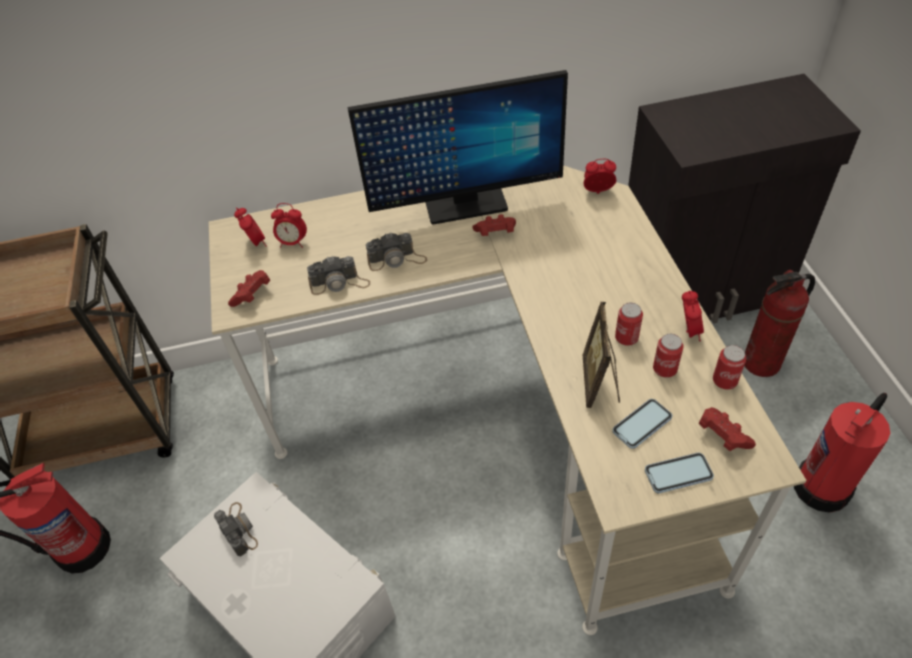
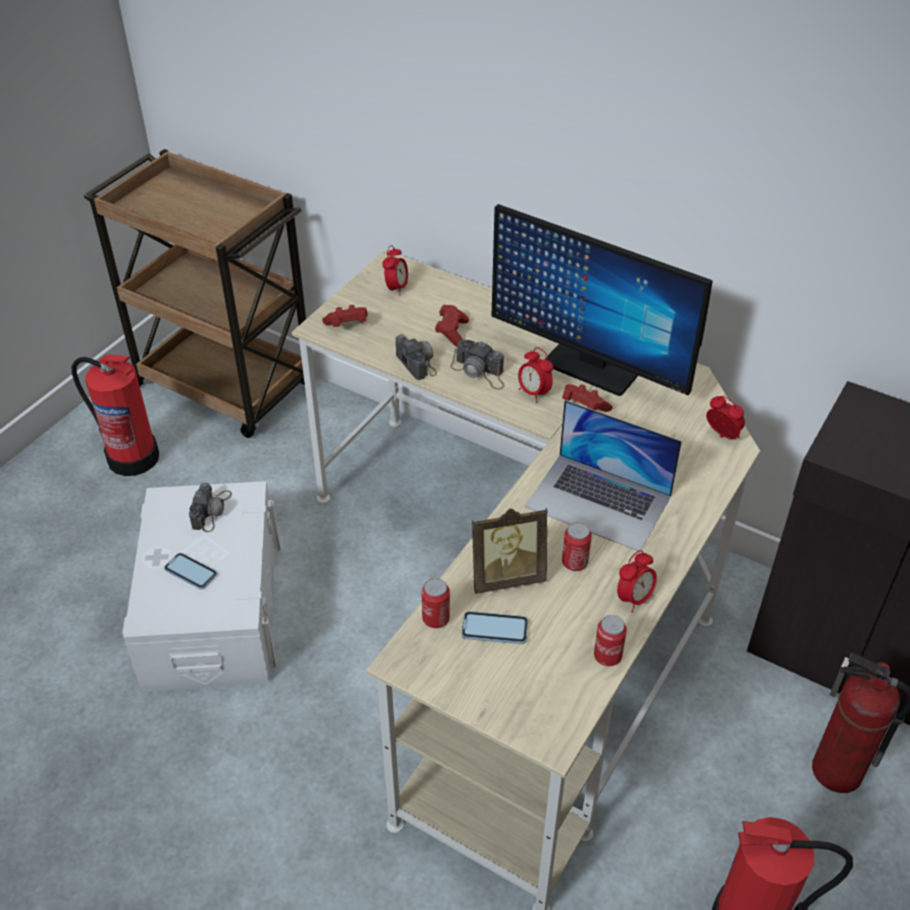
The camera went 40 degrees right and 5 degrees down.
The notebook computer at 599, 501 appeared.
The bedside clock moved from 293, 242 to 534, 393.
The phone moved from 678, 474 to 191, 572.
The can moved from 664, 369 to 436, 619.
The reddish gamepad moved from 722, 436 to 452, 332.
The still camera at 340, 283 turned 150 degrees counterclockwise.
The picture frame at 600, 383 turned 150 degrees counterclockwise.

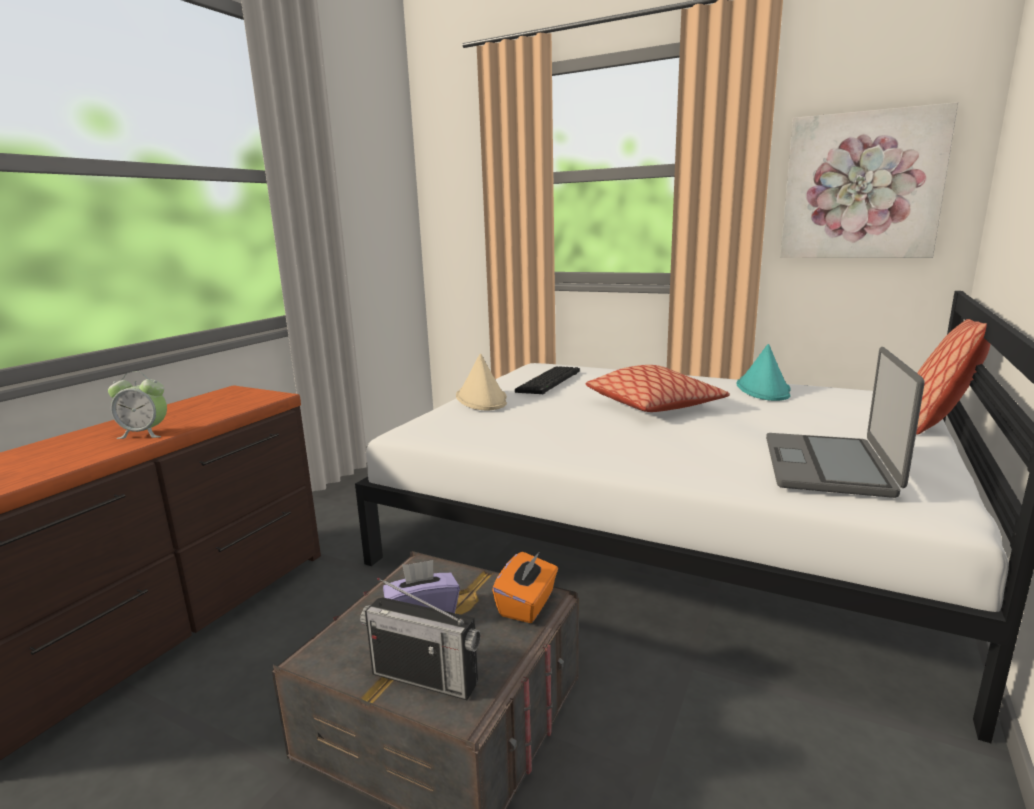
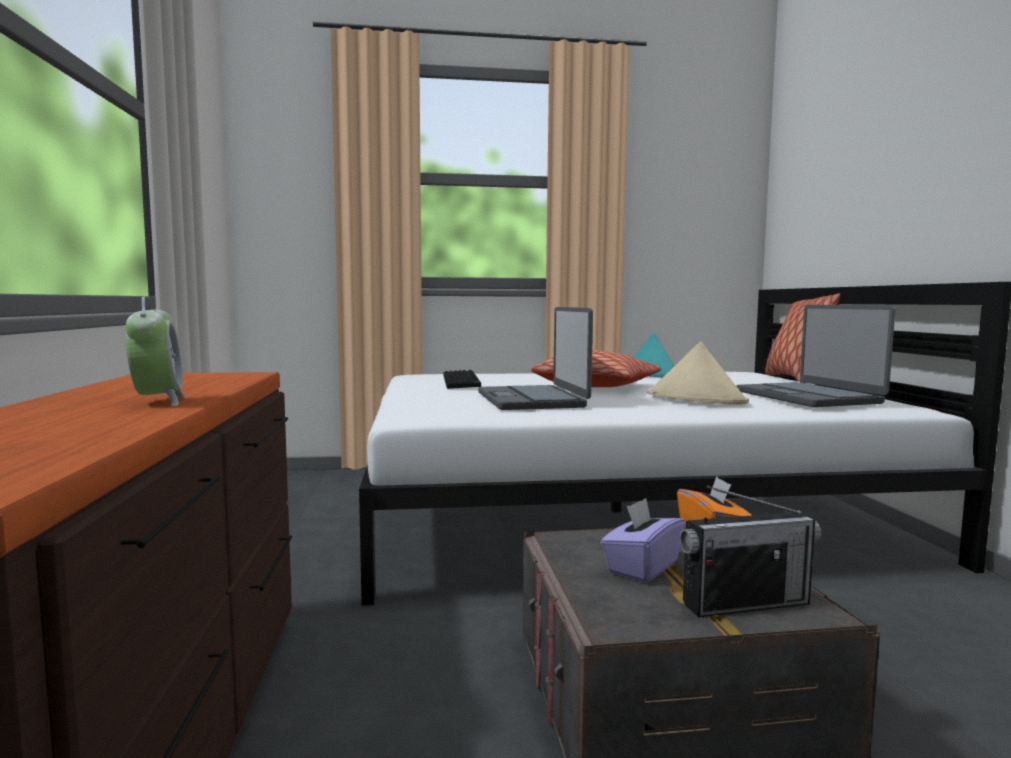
The camera went 35 degrees left and 10 degrees down.
The picture at 861, 186 disappeared.
The notebook computer at 532, 400 appeared.
The beige clothing hat moved from 481, 399 to 696, 399.
The bedside clock at 145, 434 turned 75 degrees counterclockwise.

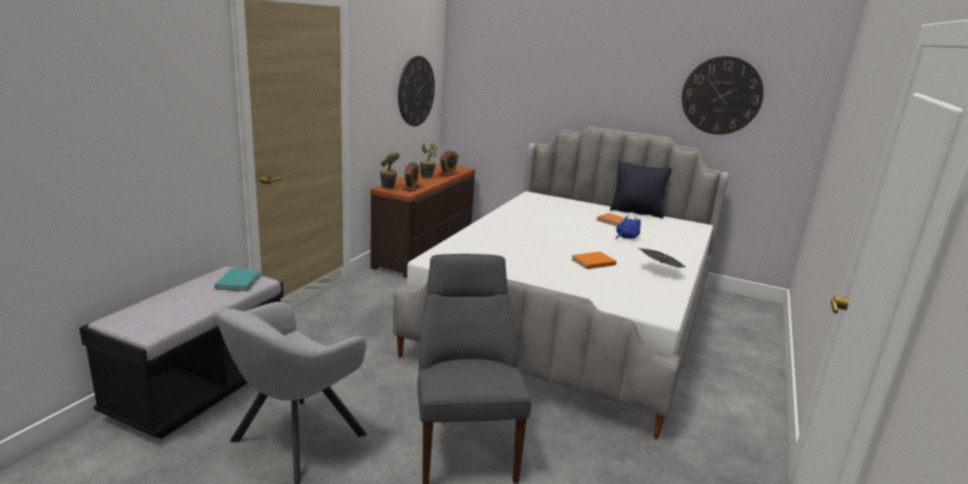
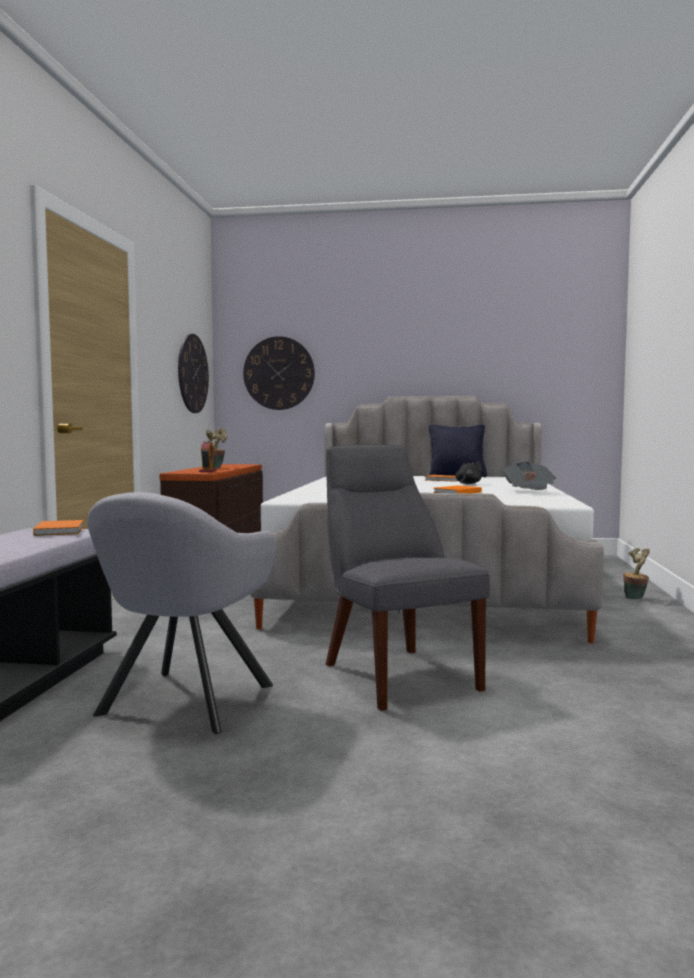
The camera went 15 degrees left and 15 degrees down.
The bedside clock at 448, 174 disappeared.
The potted plant moved from 388, 187 to 636, 598.
The clock on the wall moved from 721, 95 to 279, 373.
The turquoise-coloured bound book at 240, 281 became the orange bound book at 60, 530.
The bluish cuddly toy at 626, 237 became the blackish cuddly toy at 468, 484.

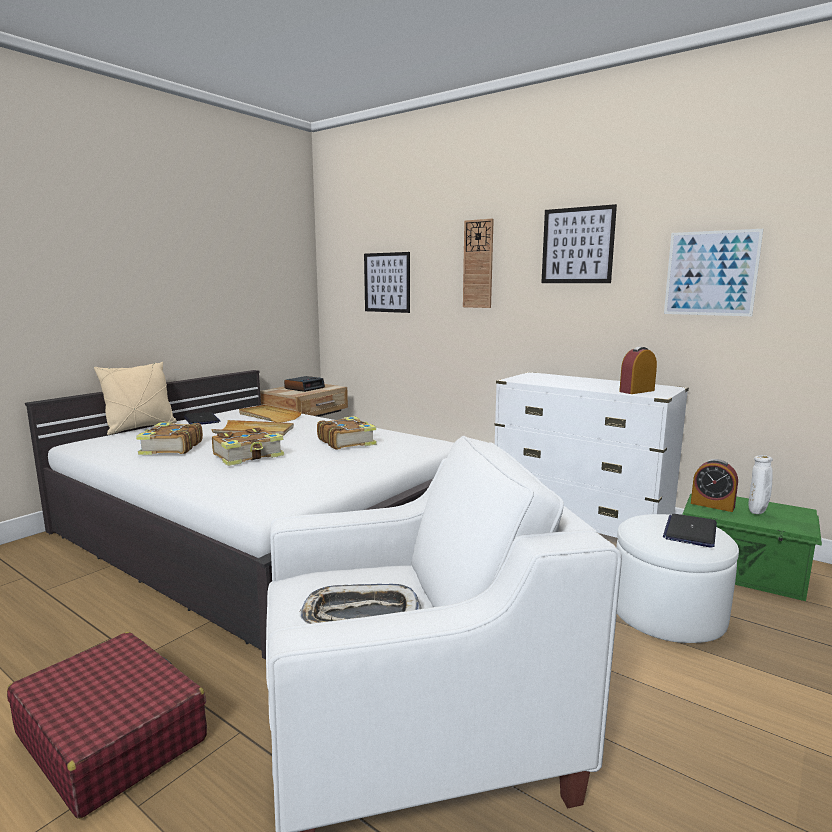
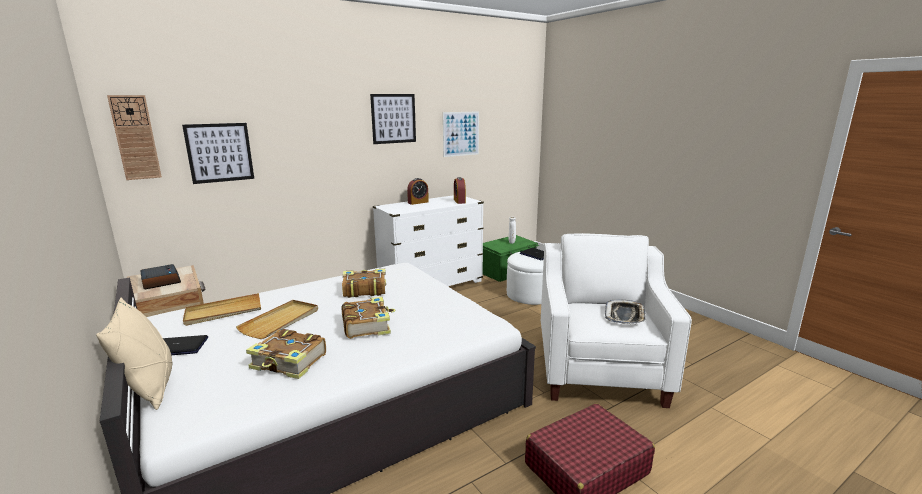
The camera went 70 degrees left and 5 degrees up.
The clock on the wall moved from 478, 264 to 135, 137.
The bedside clock moved from 712, 505 to 418, 202.

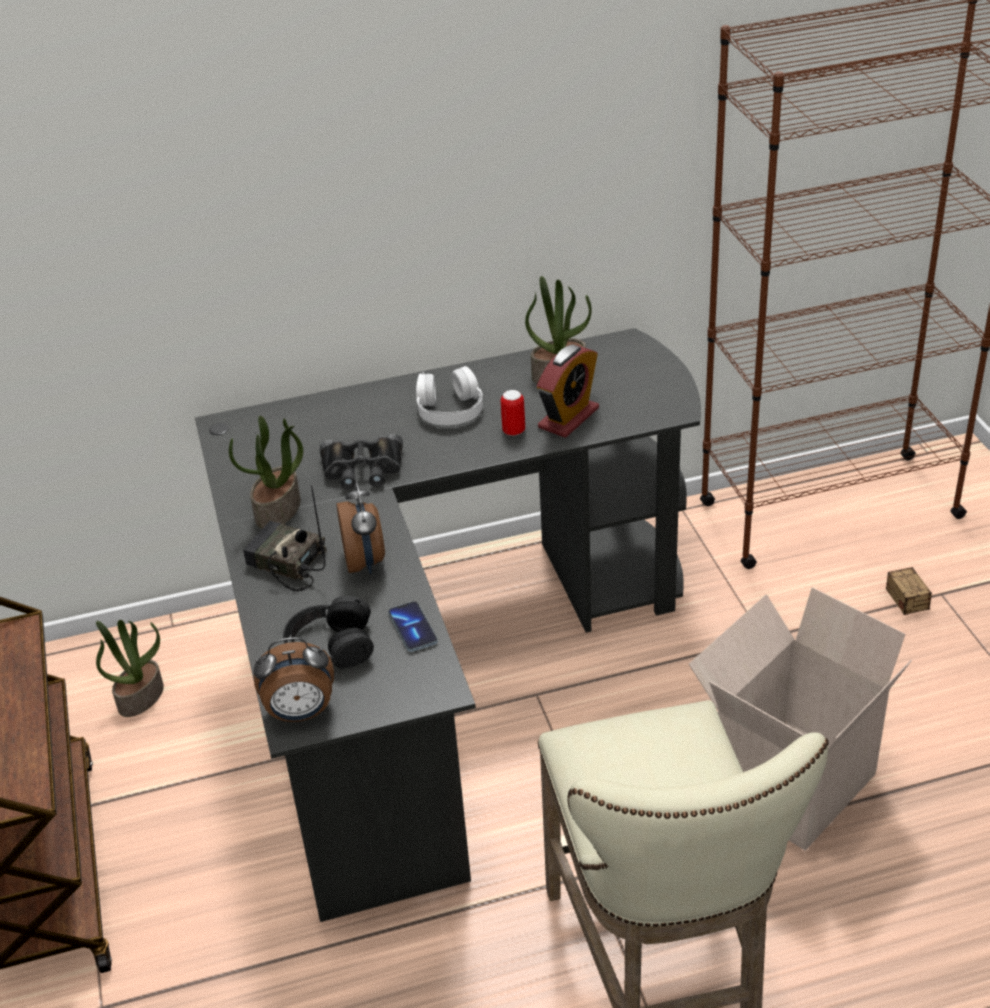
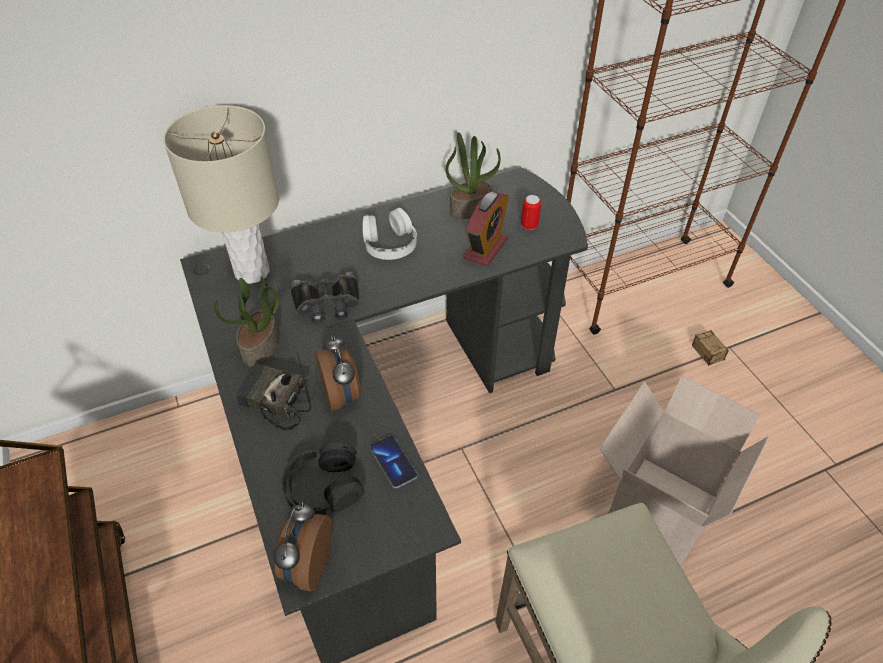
The camera went 10 degrees left and 10 degrees up.
The potted plant at 140, 697 disappeared.
The beige tabletop lamp at 252, 271 appeared.
The can moved from 514, 431 to 529, 225.
The bedside clock at 300, 713 turned 120 degrees clockwise.

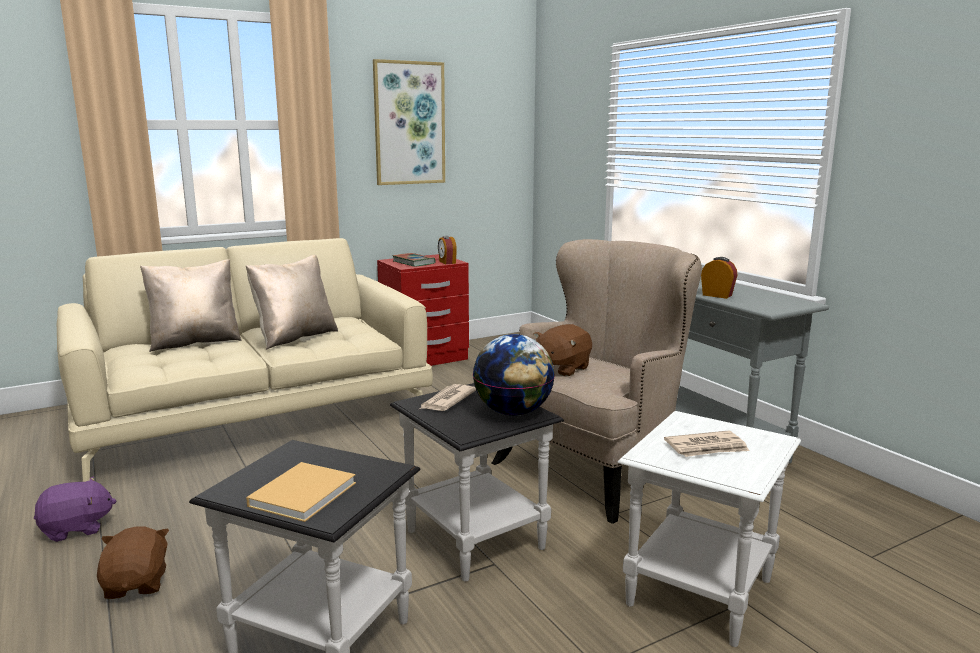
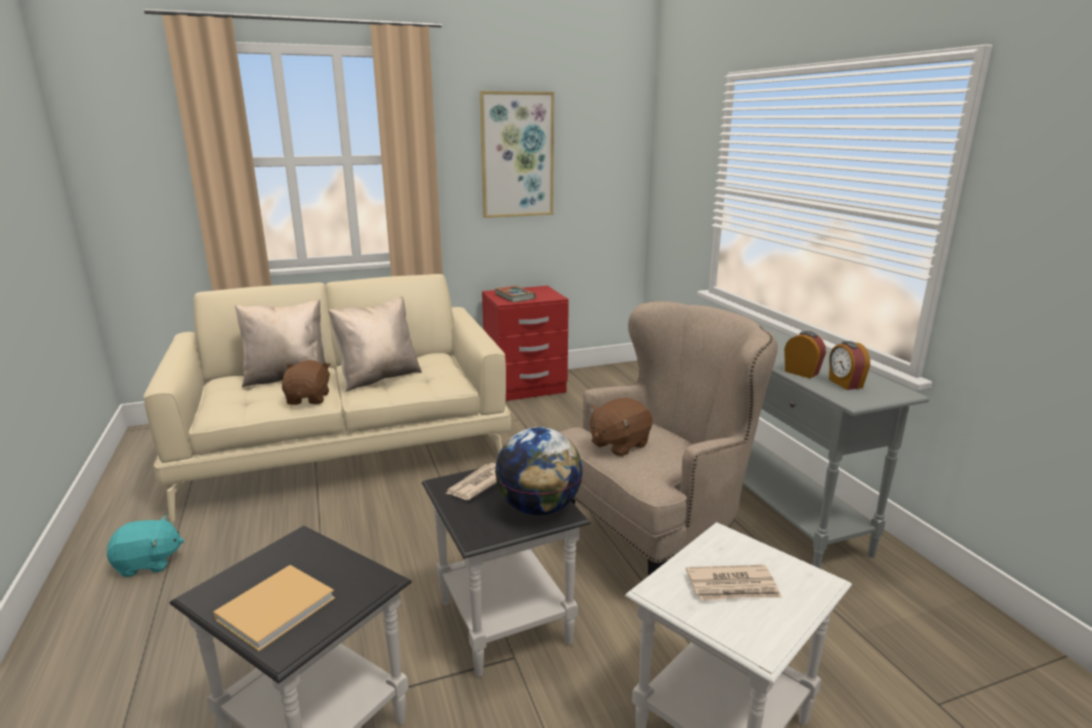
The camera went 10 degrees right and 5 degrees up.
The brownish cuddly toy moved from 137, 584 to 309, 399.
The bedside clock moved from 447, 262 to 844, 384.
The purplish cuddly toy at 76, 528 became the turquoise-coloured cuddly toy at 148, 563.

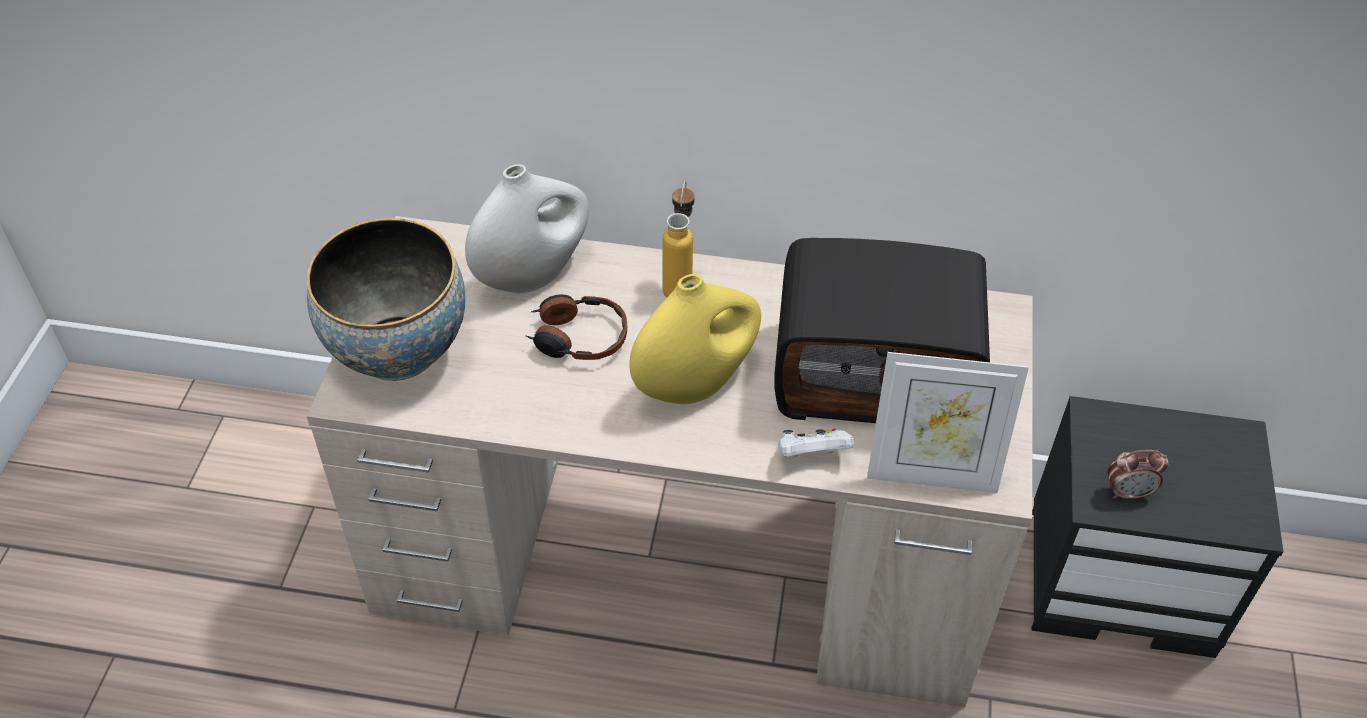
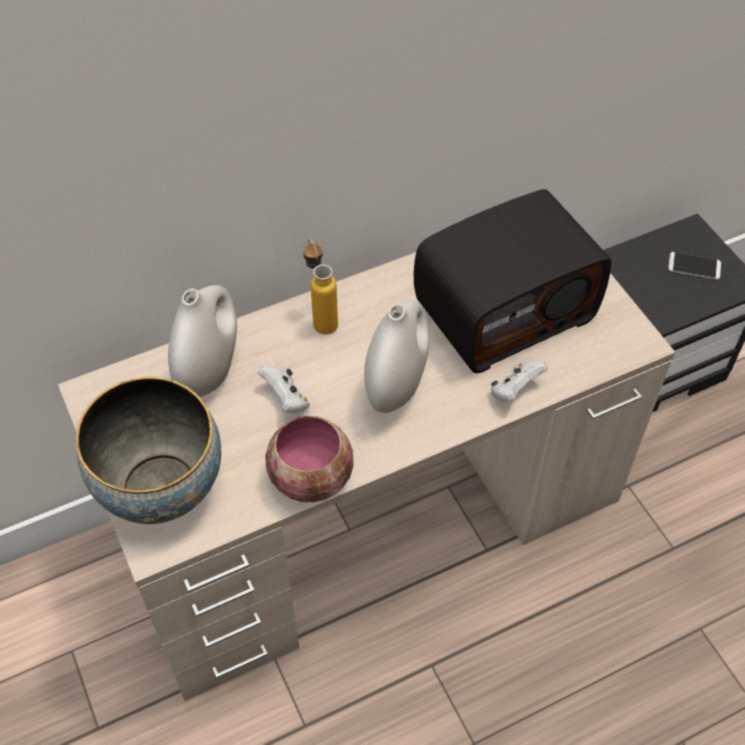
The camera went 35 degrees left and 5 degrees up.
The picture frame at 932, 474 disappeared.
The bedside clock at 1128, 492 disappeared.
The serving bowl at 313, 478 appeared.
The phone at 694, 266 appeared.
The headphones at 578, 338 was replaced by the white-coloured gamepad at 286, 399.
The yellow-coloured decorative vase at 695, 383 became the white-coloured decorative vase at 396, 385.

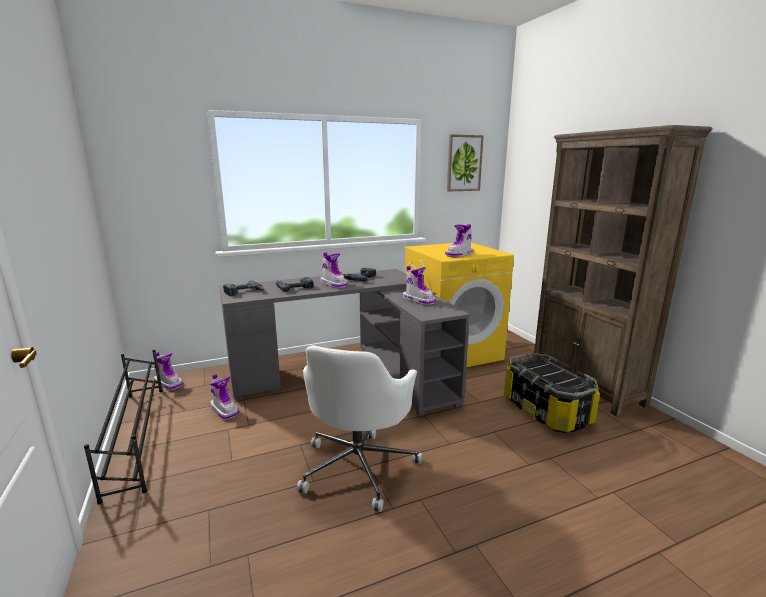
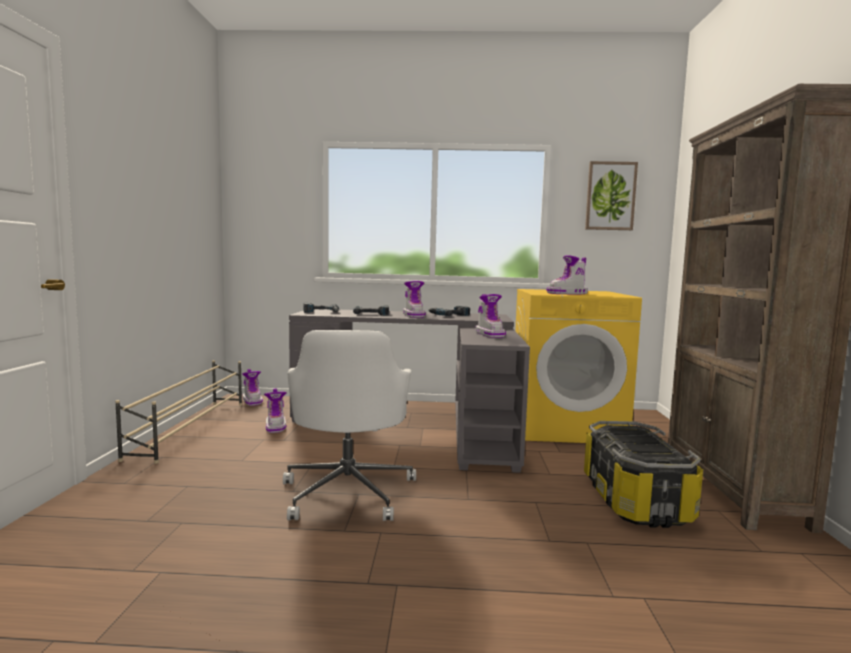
The camera went 25 degrees right and 10 degrees down.
The blackish shoe shelf at 137, 435 became the beige shoe shelf at 191, 428.
The white-coloured desk chair at 359, 466 turned 45 degrees counterclockwise.

